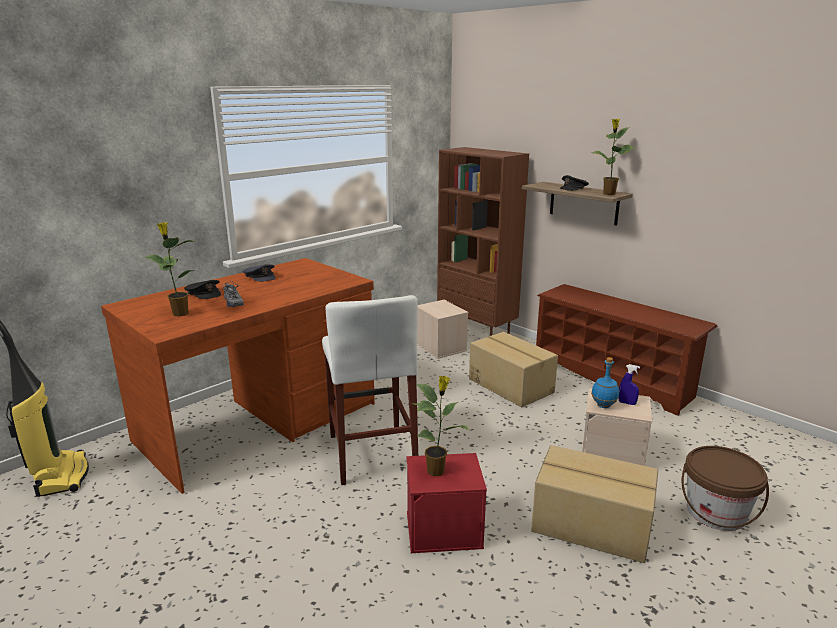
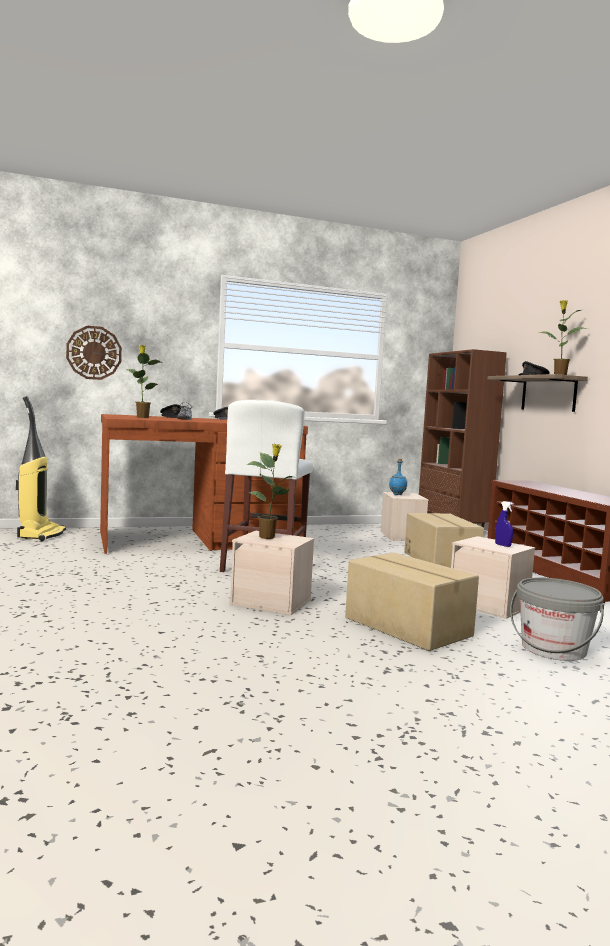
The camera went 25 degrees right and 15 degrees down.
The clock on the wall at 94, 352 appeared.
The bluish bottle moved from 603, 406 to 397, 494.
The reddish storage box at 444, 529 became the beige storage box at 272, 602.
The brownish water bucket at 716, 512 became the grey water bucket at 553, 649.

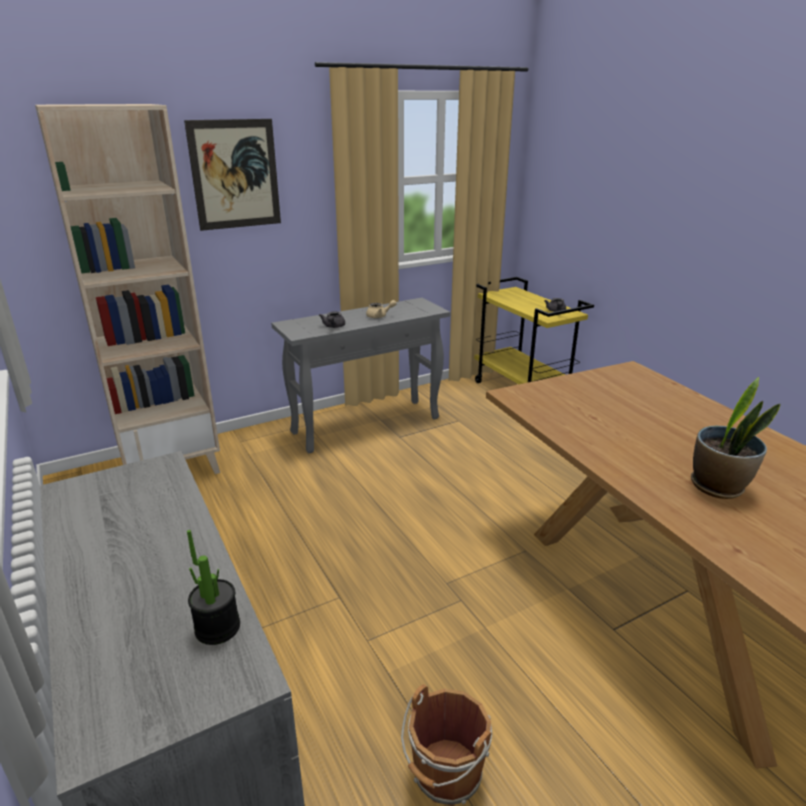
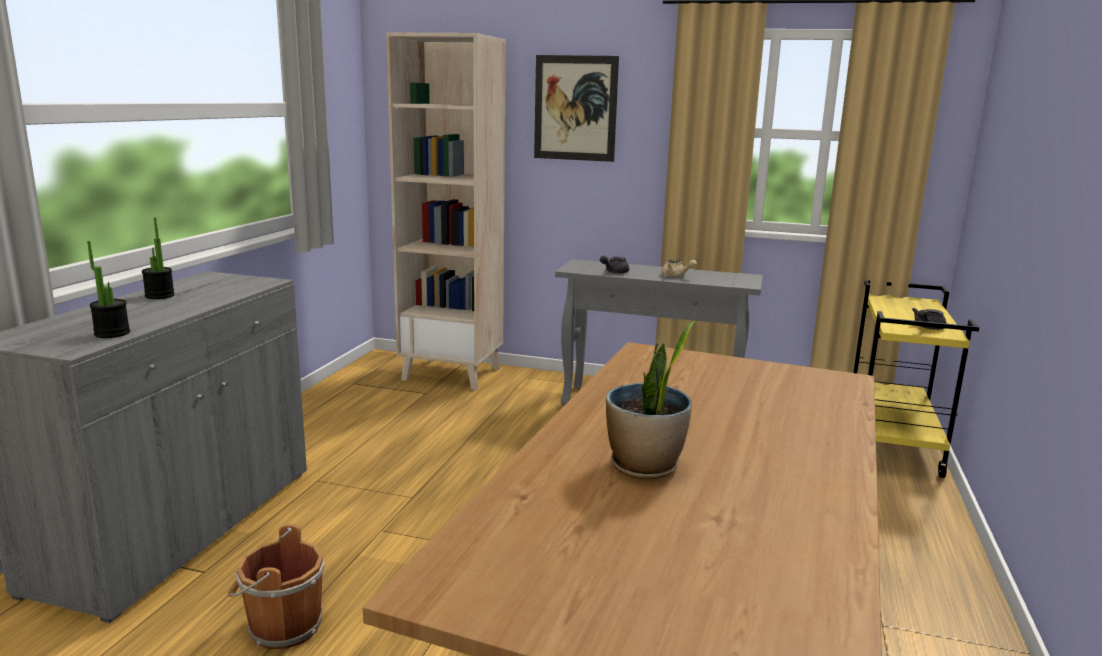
The camera went 45 degrees right and 10 degrees down.
The potted plant at 159, 296 appeared.

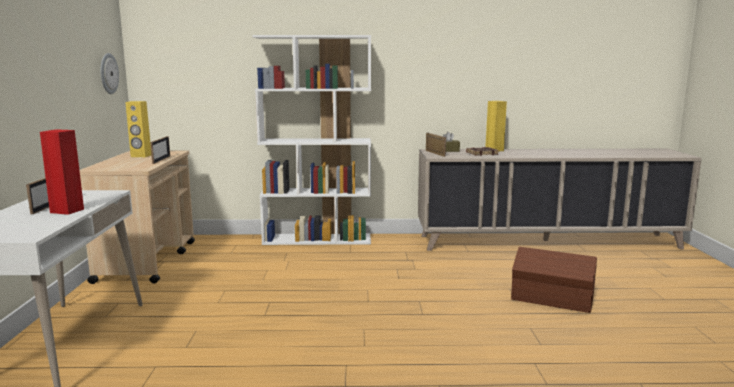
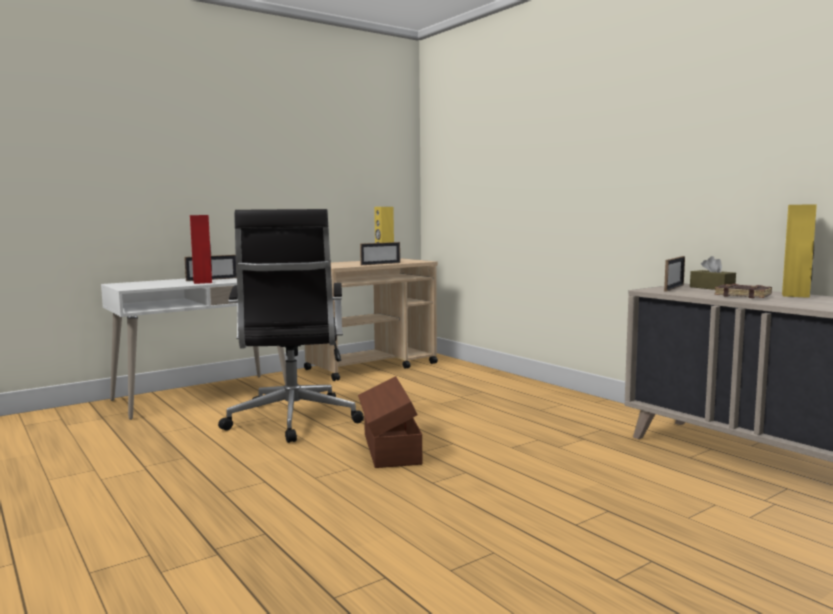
The camera went 55 degrees right and 5 degrees down.
The clock on the wall at 108, 73 disappeared.
The white-coloured shelving unit at 318, 239 disappeared.
The blackish desk chair at 292, 421 appeared.
The brownish storage box moved from 552, 300 to 390, 449.

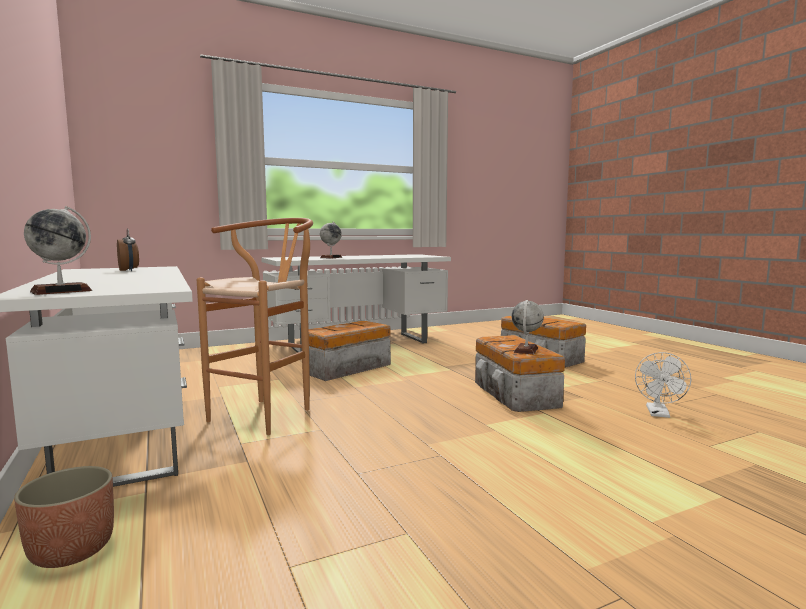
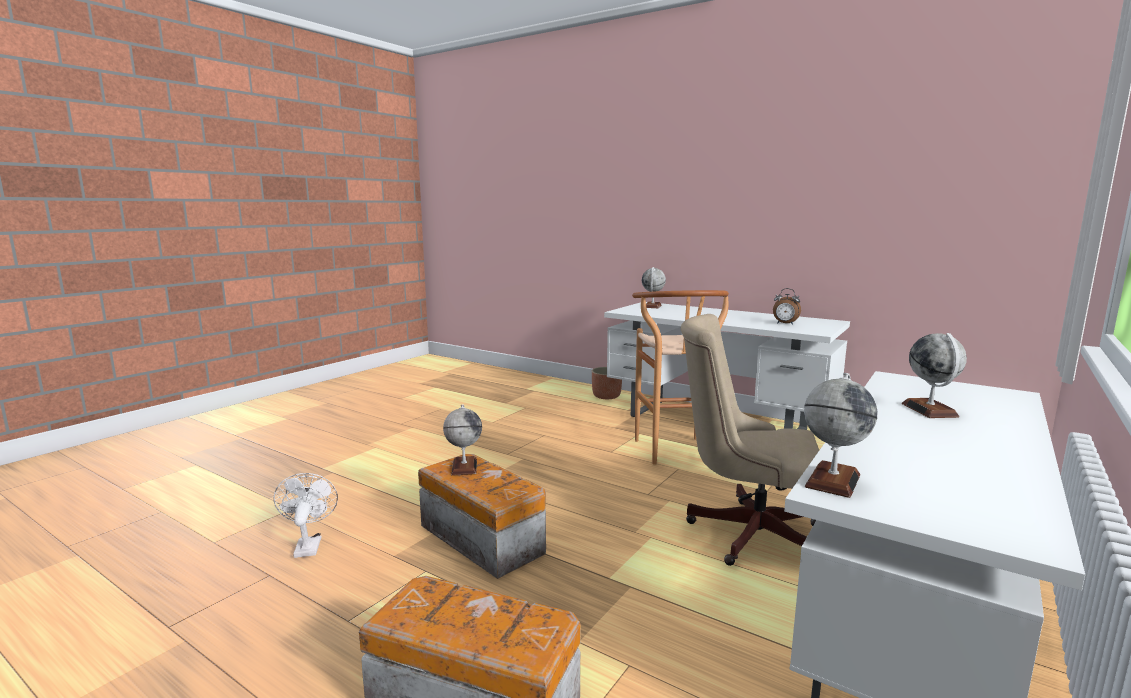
The camera went 150 degrees right and 5 degrees up.
The world globe at 832, 480 appeared.
The storage box at 345, 368 was replaced by the beige desk chair at 746, 532.

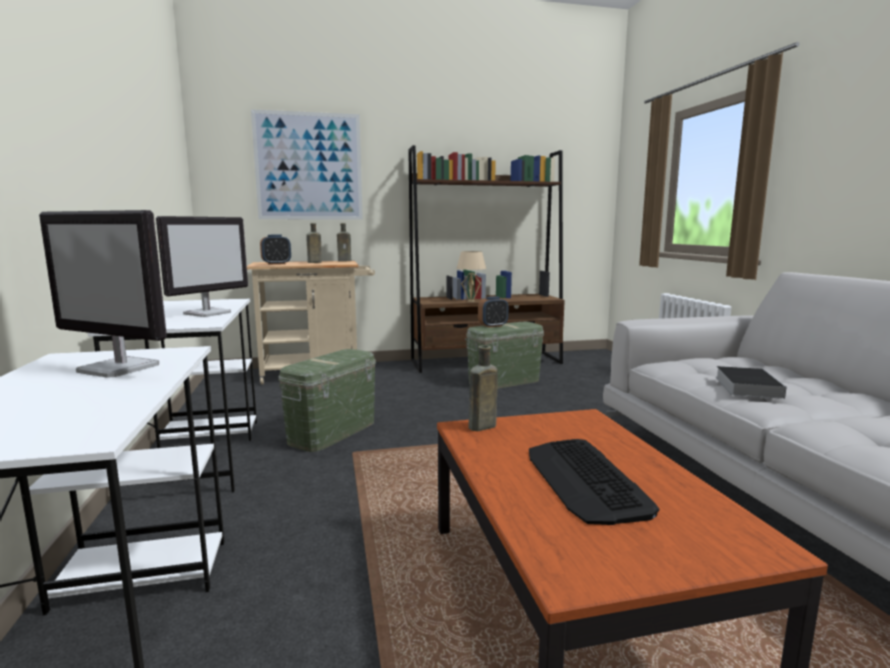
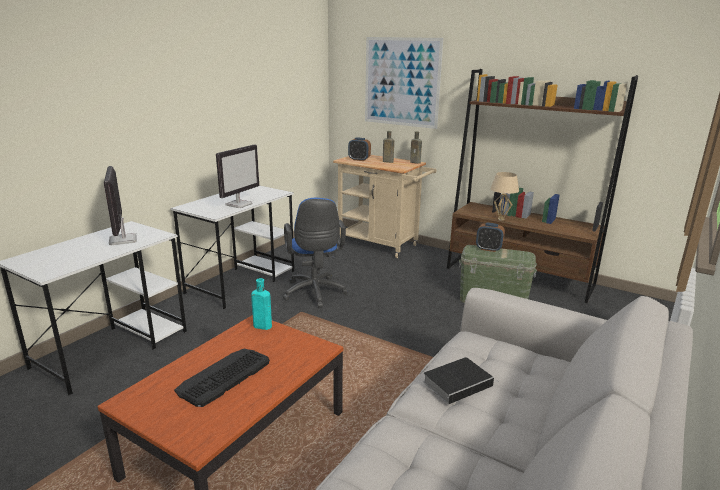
The camera went 45 degrees right and 10 degrees up.
The green storage box at 332, 432 was replaced by the bluish desk chair at 315, 294.
The brownish bottle at 480, 427 became the turquoise-coloured bottle at 261, 326.
The computer display at 208, 313 turned 45 degrees counterclockwise.

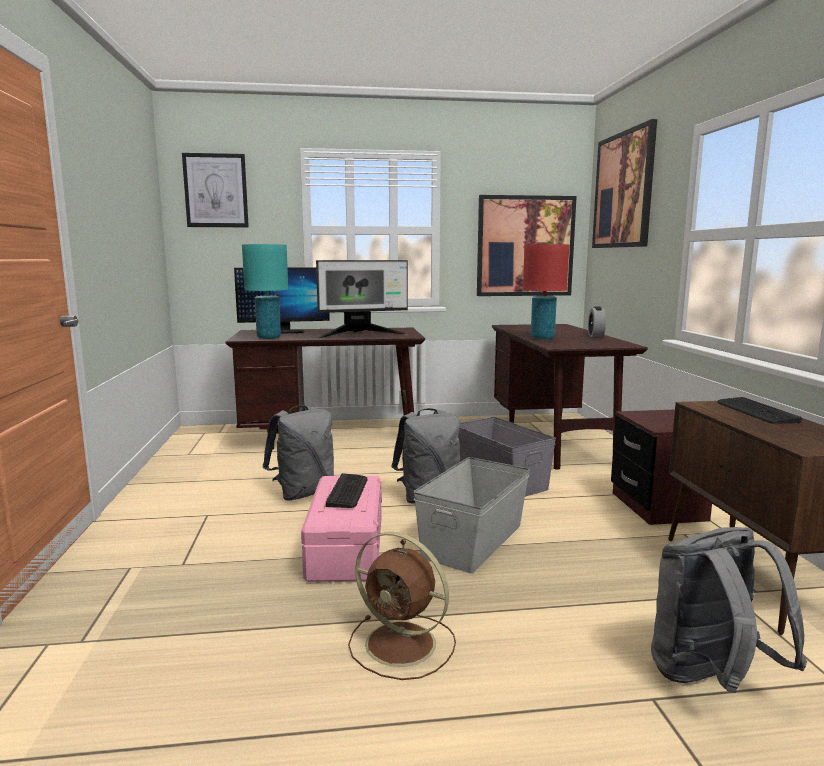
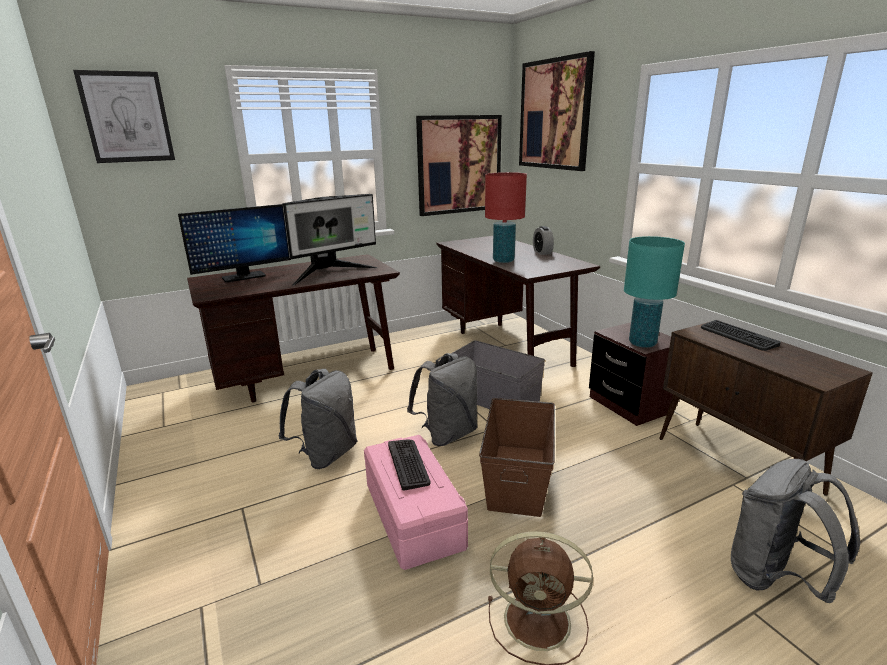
The camera went 20 degrees left and 10 degrees up.
The turquoise-coloured tabletop lamp moved from 269, 337 to 642, 343.
The grey storage box at 474, 540 became the brownish storage box at 518, 477.

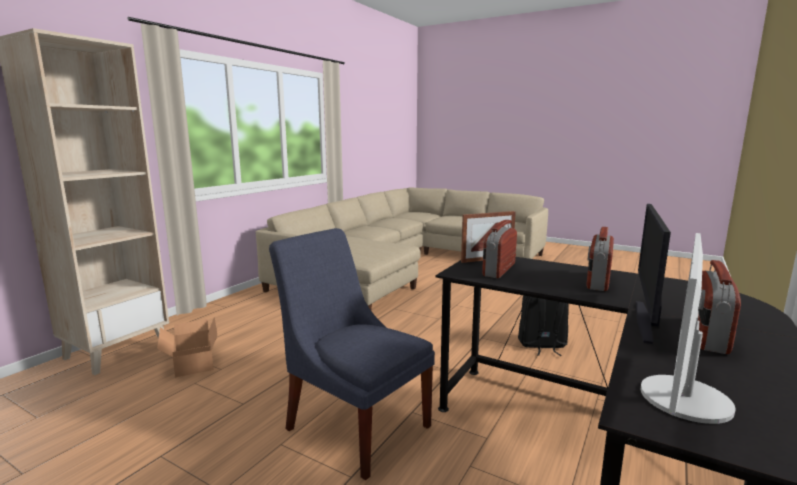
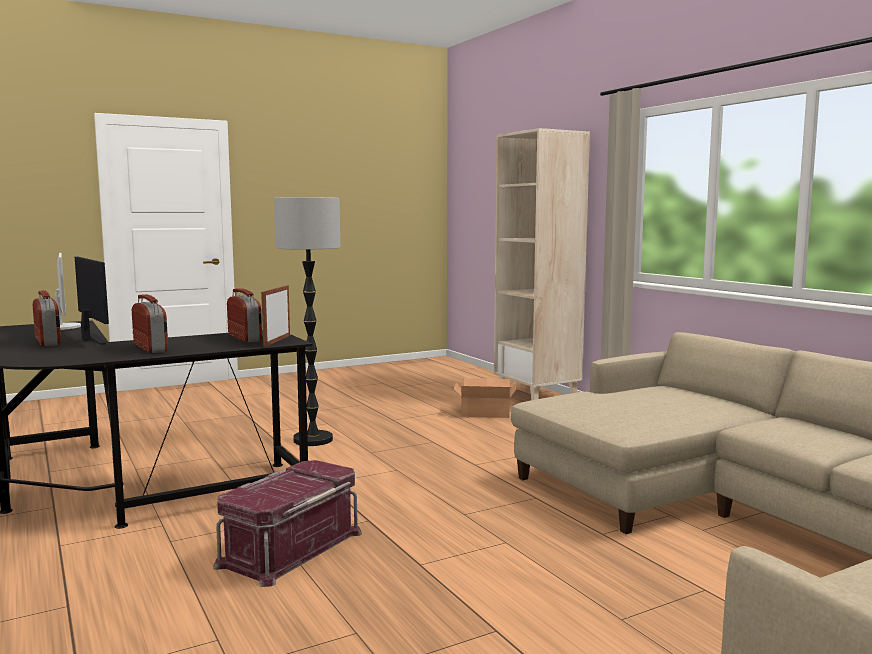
The camera went 120 degrees right and 5 degrees down.
The bluish chair at 354, 424 was replaced by the floor lamp at 313, 440.
The blackish rucksack at 541, 345 was replaced by the reddish storage box at 290, 548.

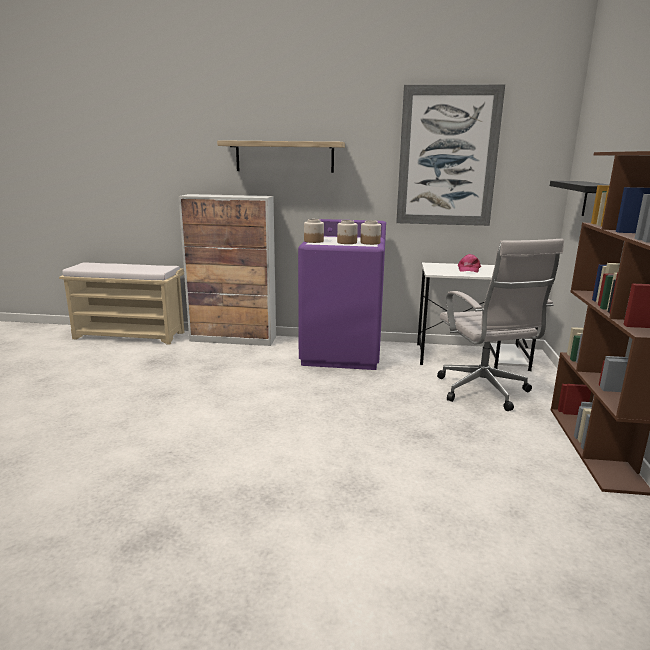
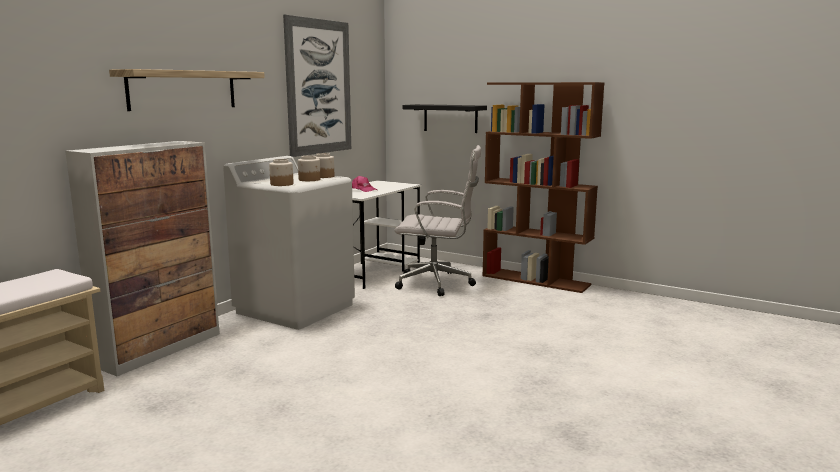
The camera went 65 degrees left and 5 degrees down.
The purplish laundry machine at 342, 353 became the white-coloured laundry machine at 295, 308.

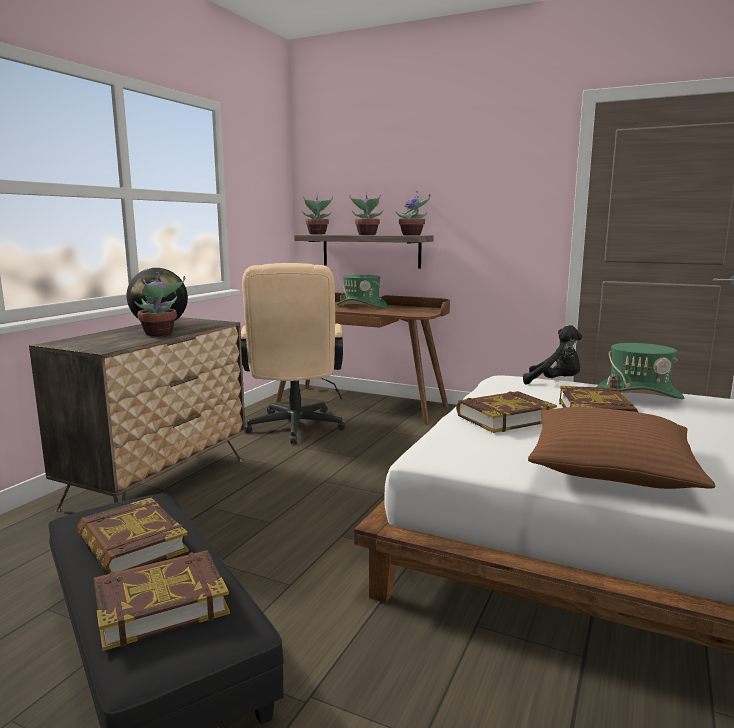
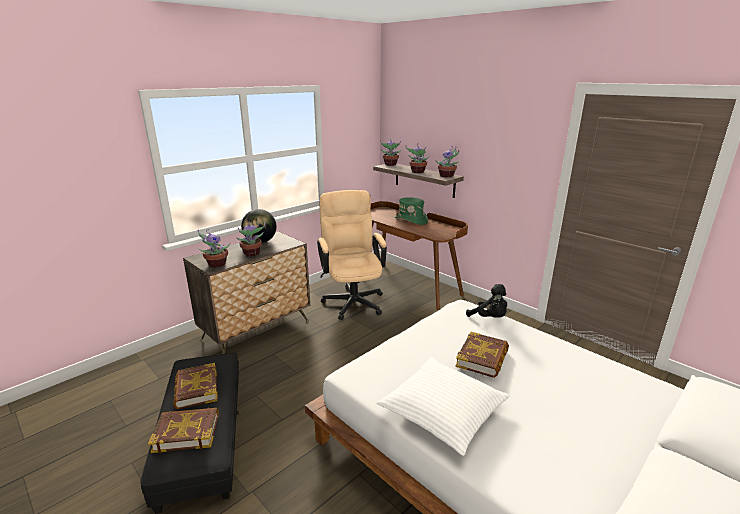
The camera went 20 degrees right and 10 degrees up.
The bound book at 504, 418 disappeared.
The green clothing hat at 638, 394 disappeared.
The potted plant at 215, 264 appeared.
The brownish cushion at 611, 466 became the white-coloured cushion at 443, 411.
The beige desk chair at 294, 429 turned 150 degrees clockwise.

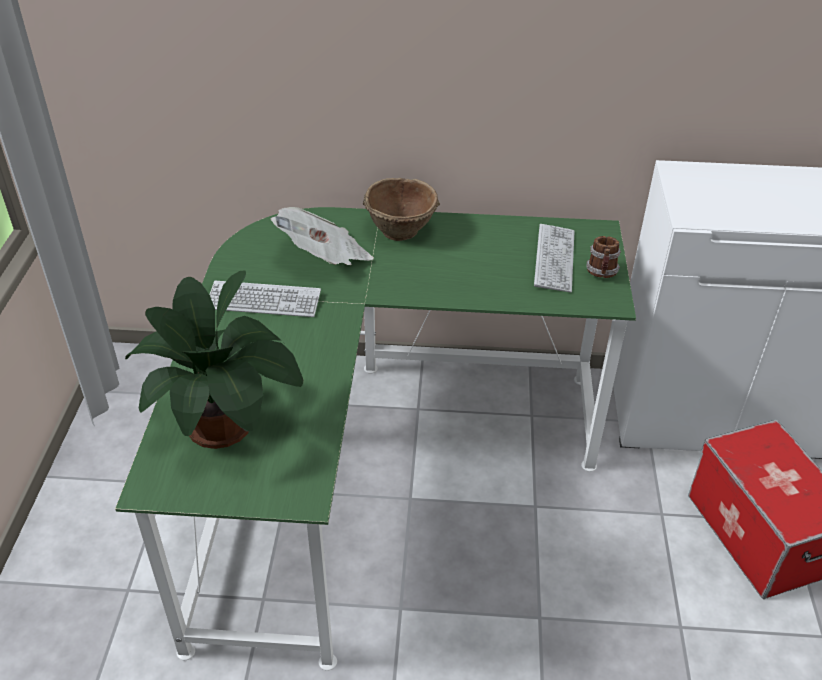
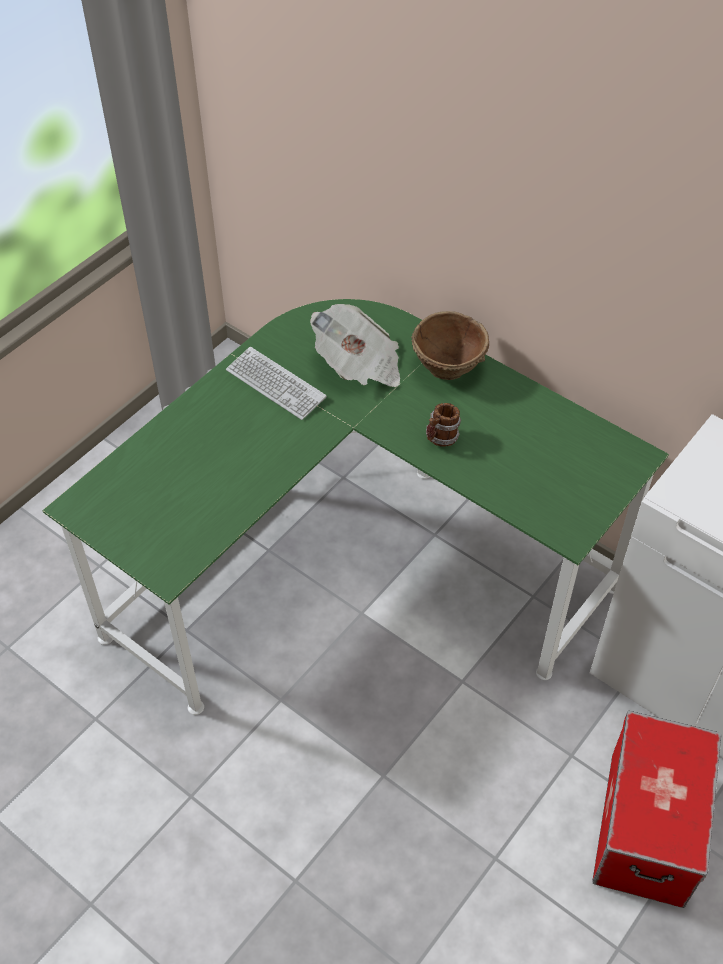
The camera went 35 degrees right and 10 degrees up.
The potted plant at 225, 425 disappeared.
The PC keyboard at 554, 259 disappeared.
The coffee mug moved from 602, 273 to 441, 439.

